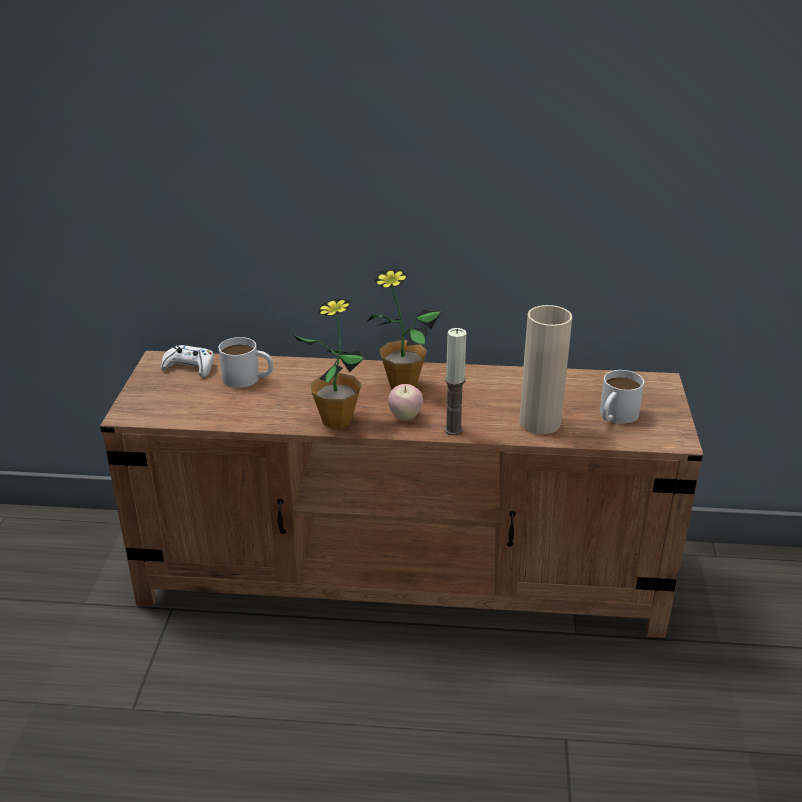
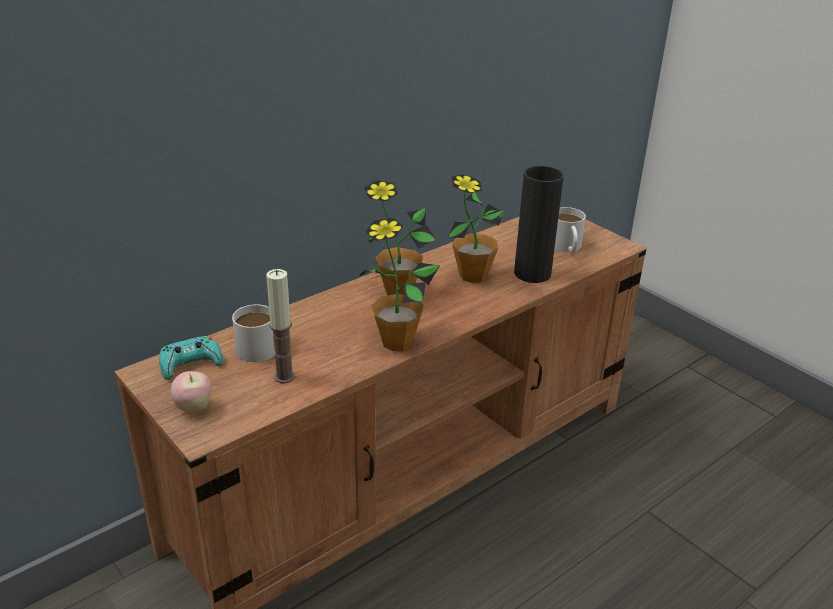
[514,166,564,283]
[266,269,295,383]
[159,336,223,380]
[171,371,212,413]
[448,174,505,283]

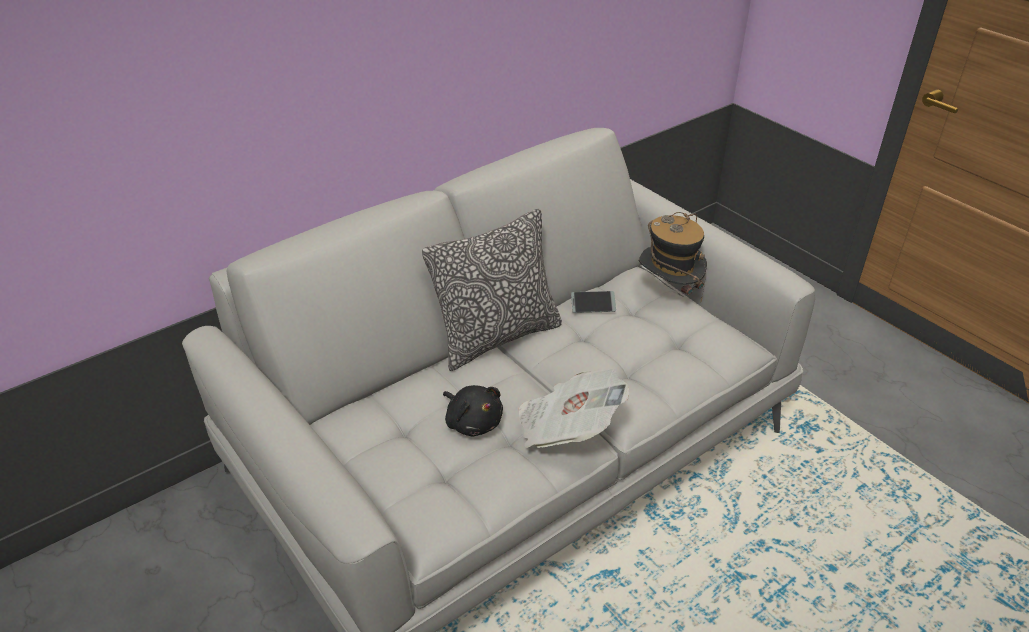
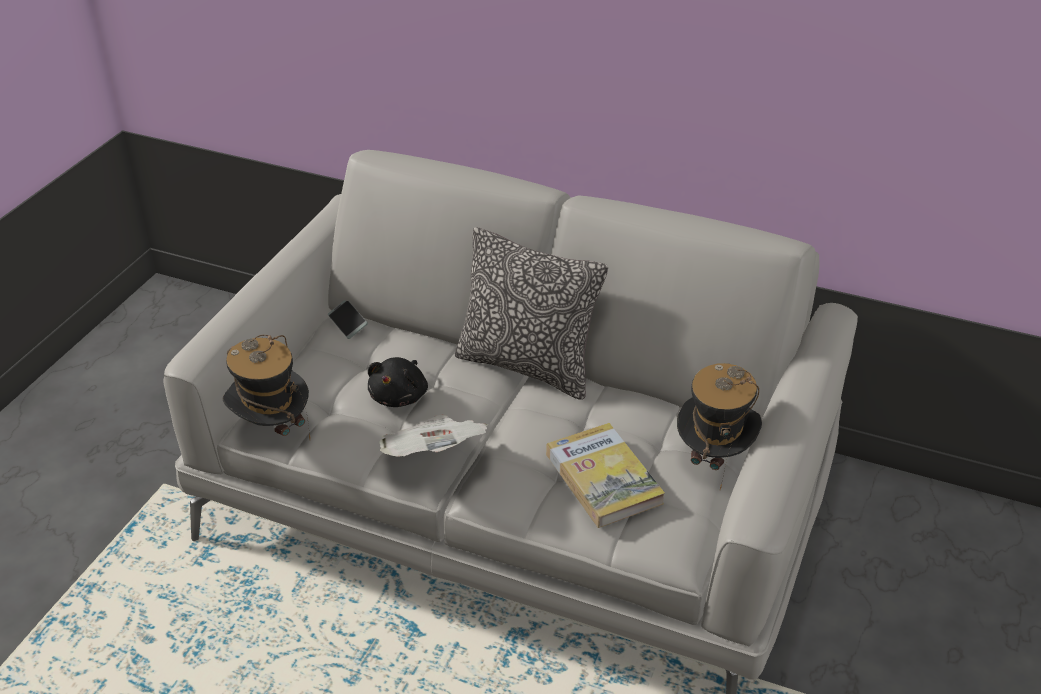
[328,300,368,339]
[223,335,310,439]
[546,423,665,528]

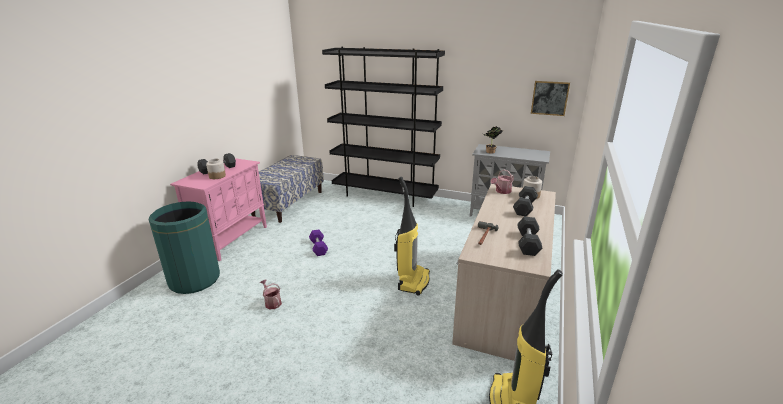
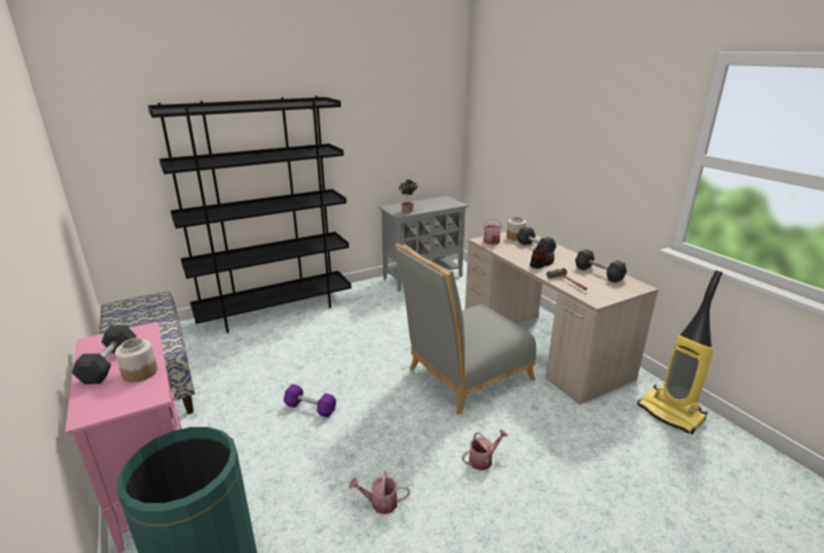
[531,81,570,116] (first image)
[395,243,536,415]
[530,245,555,269]
[462,429,508,471]

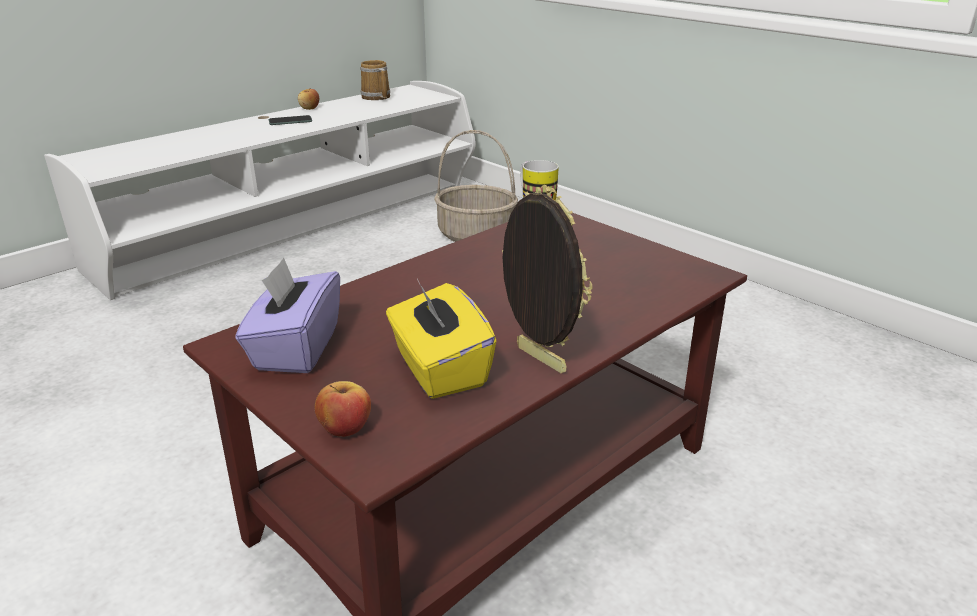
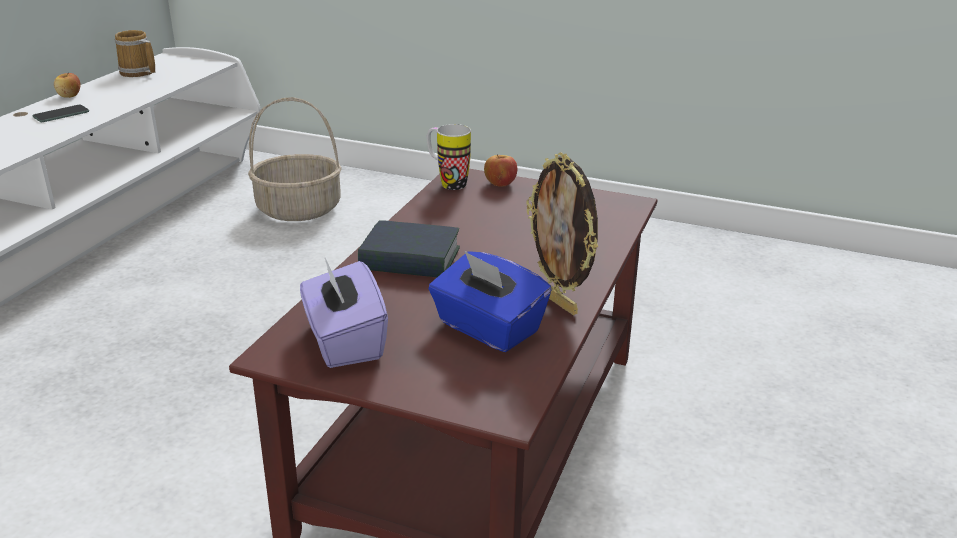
[526,152,598,315]
[429,251,552,352]
[484,154,517,187]
[358,220,460,277]

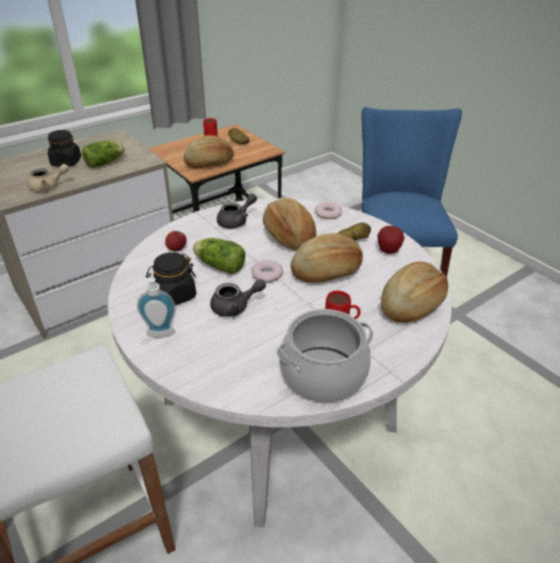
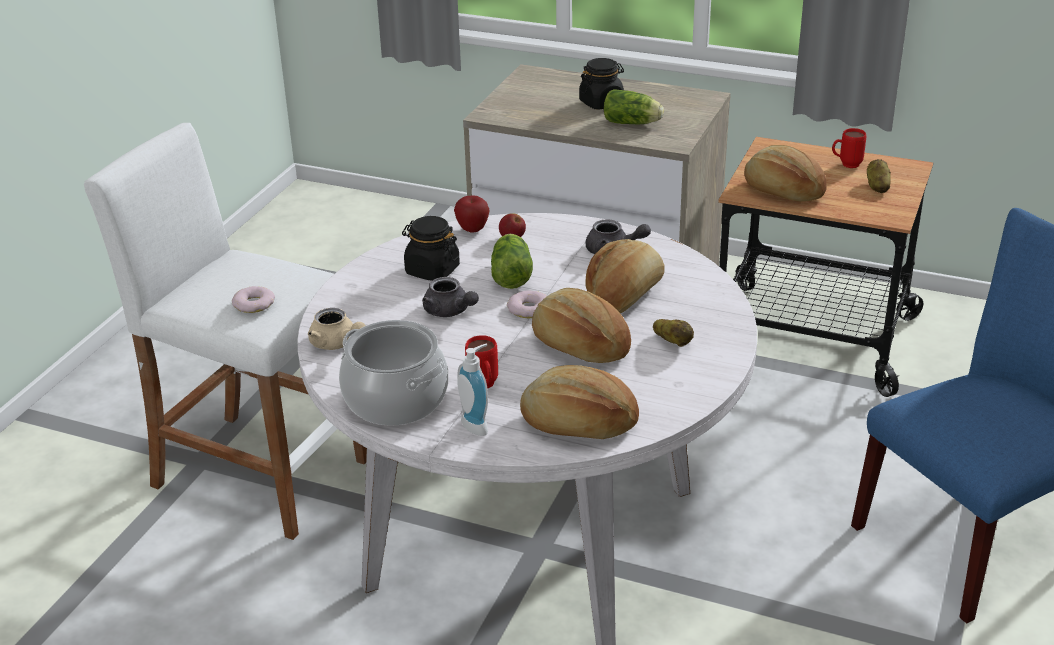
[308,308,366,350]
[232,286,275,313]
[454,196,490,233]
[457,344,488,436]

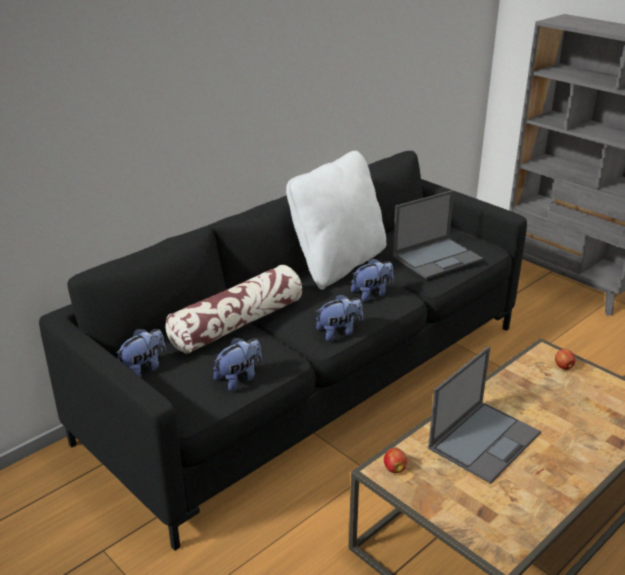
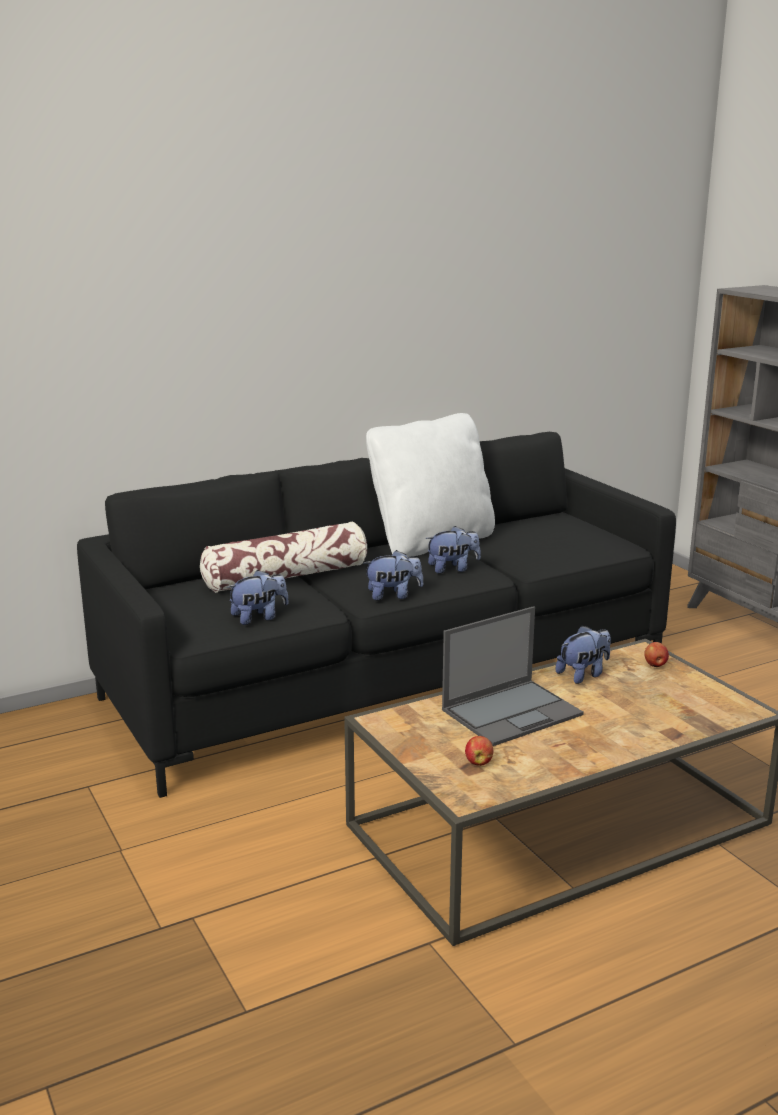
[392,190,483,279] (first image)
[556,625,611,684]
[465,736,494,766]

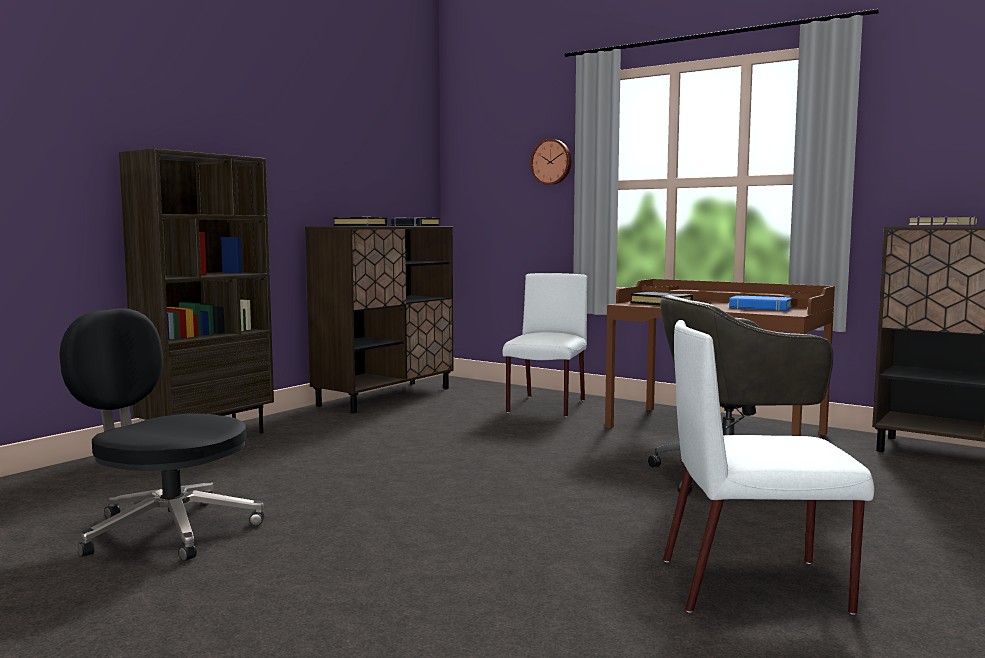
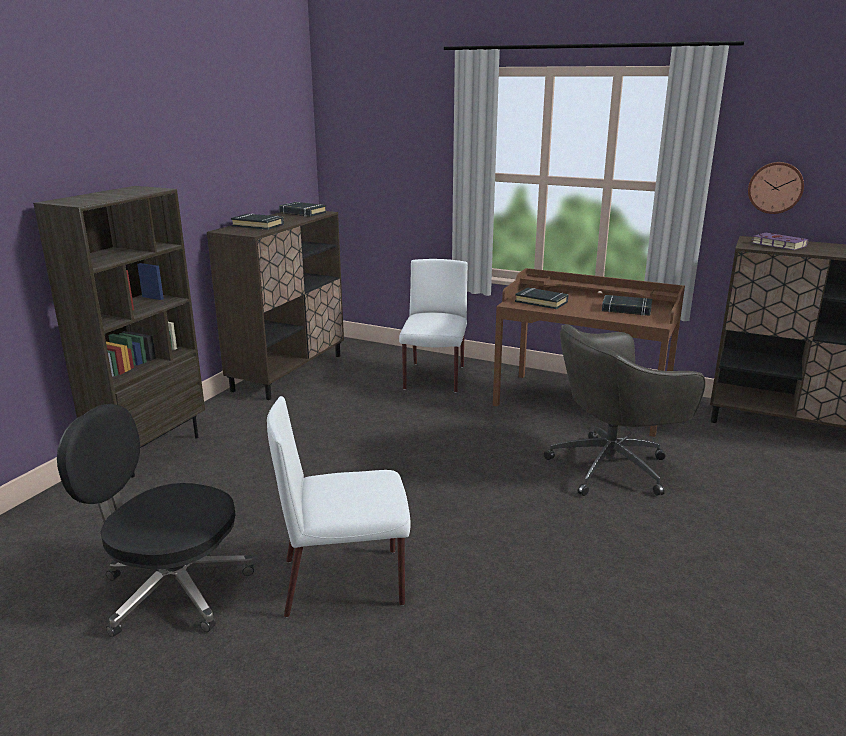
[748,162,804,214]
[602,295,652,316]
[267,396,411,617]

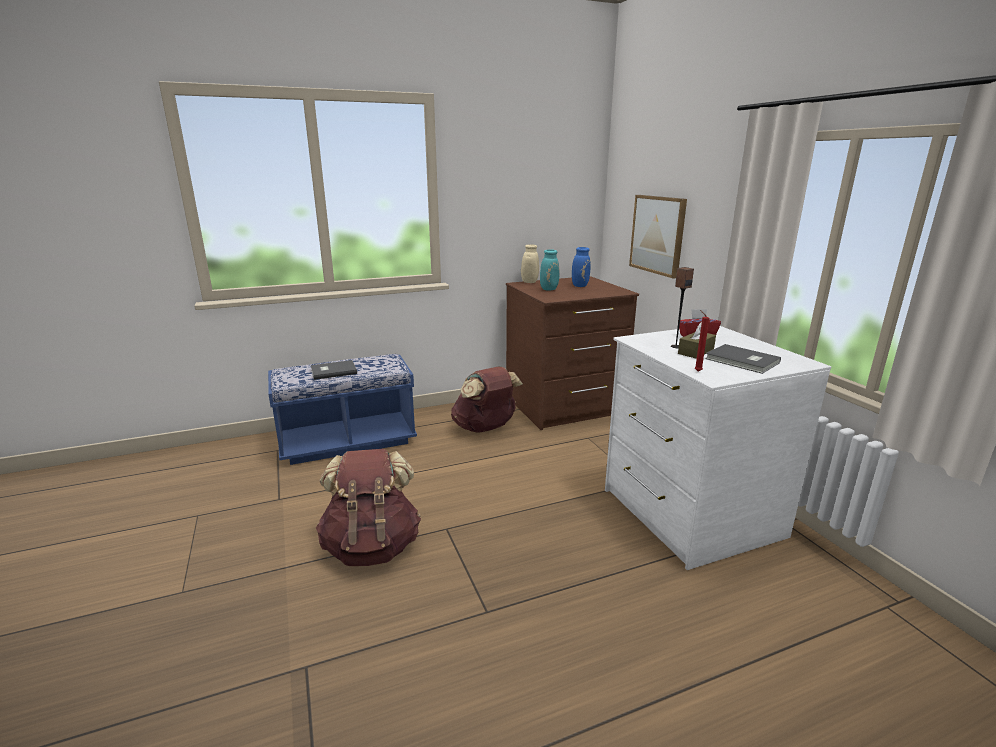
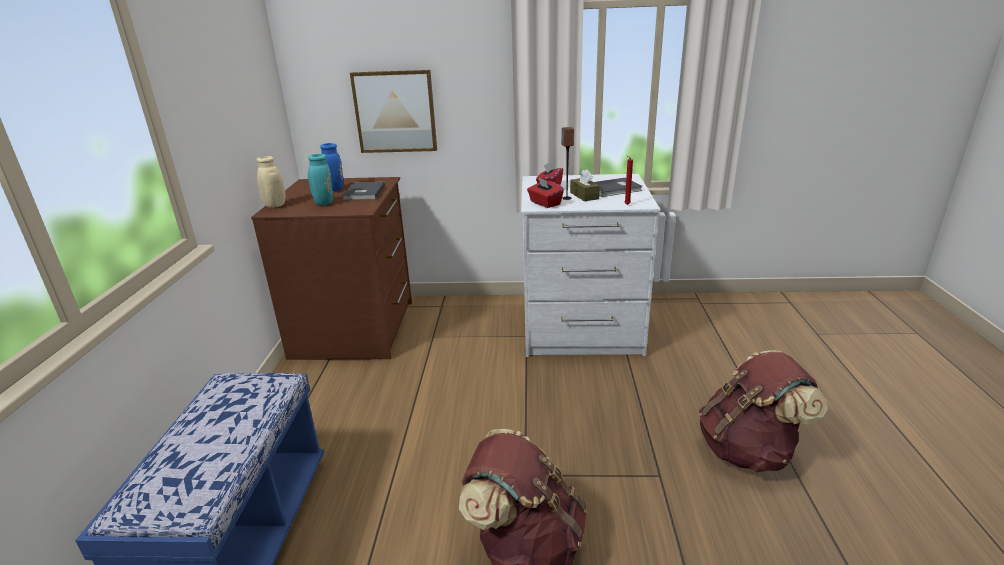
[342,182,385,200]
[699,351,828,472]
[527,177,564,208]

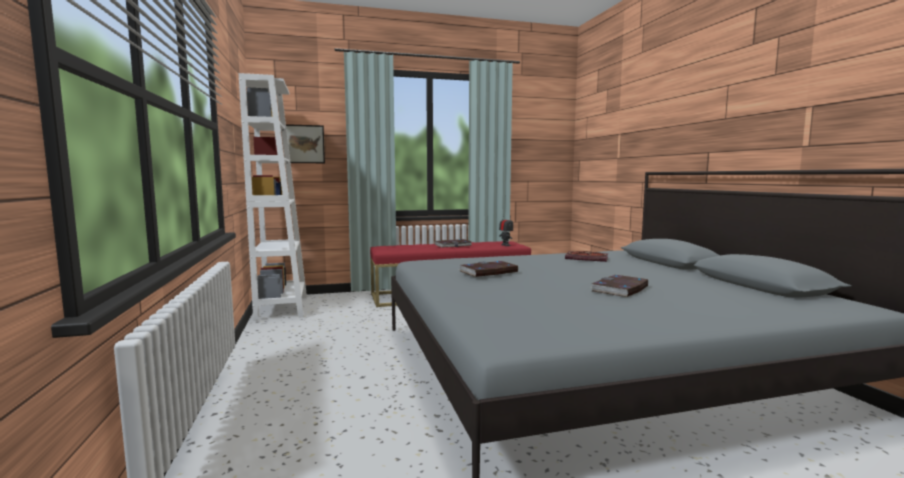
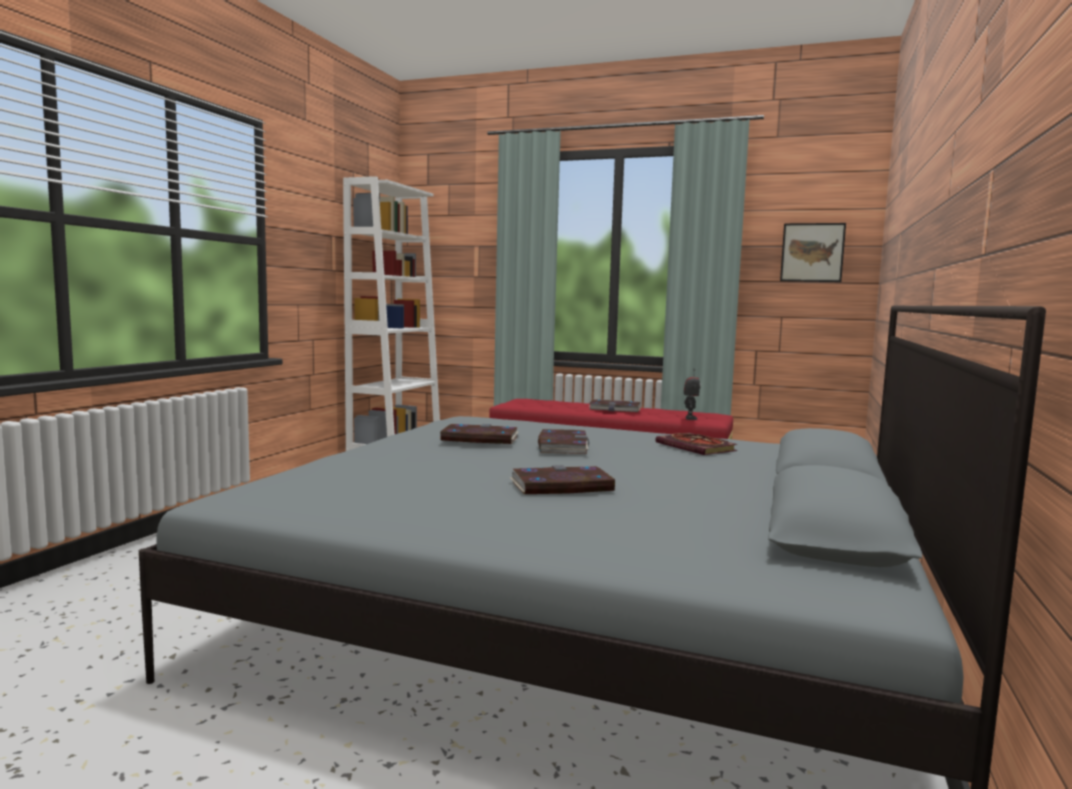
[780,223,846,282]
[538,429,589,454]

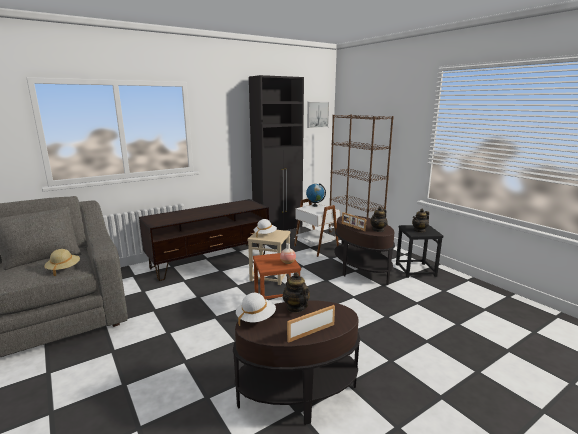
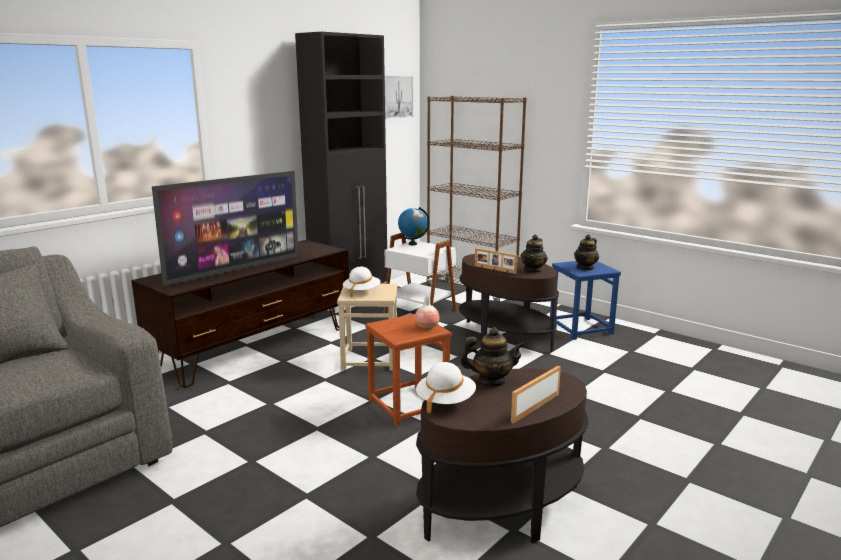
[550,261,621,340]
[44,249,80,276] (first image)
[460,327,525,386]
[152,171,299,286]

